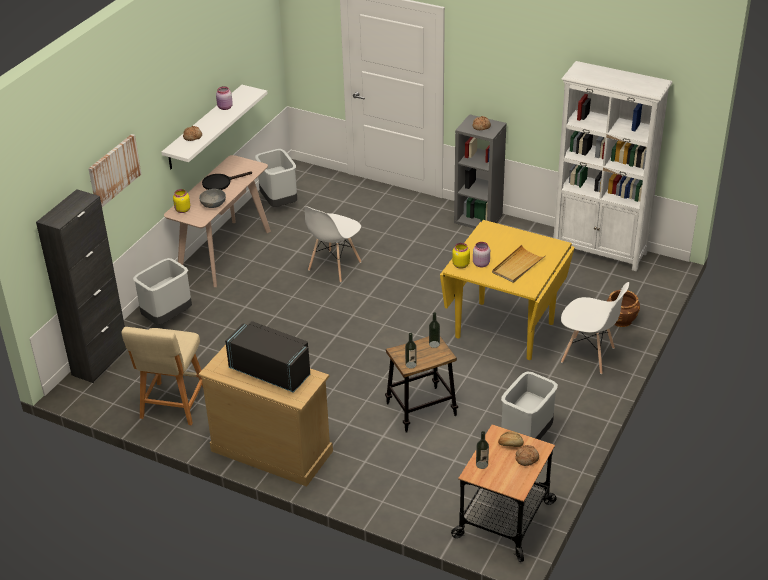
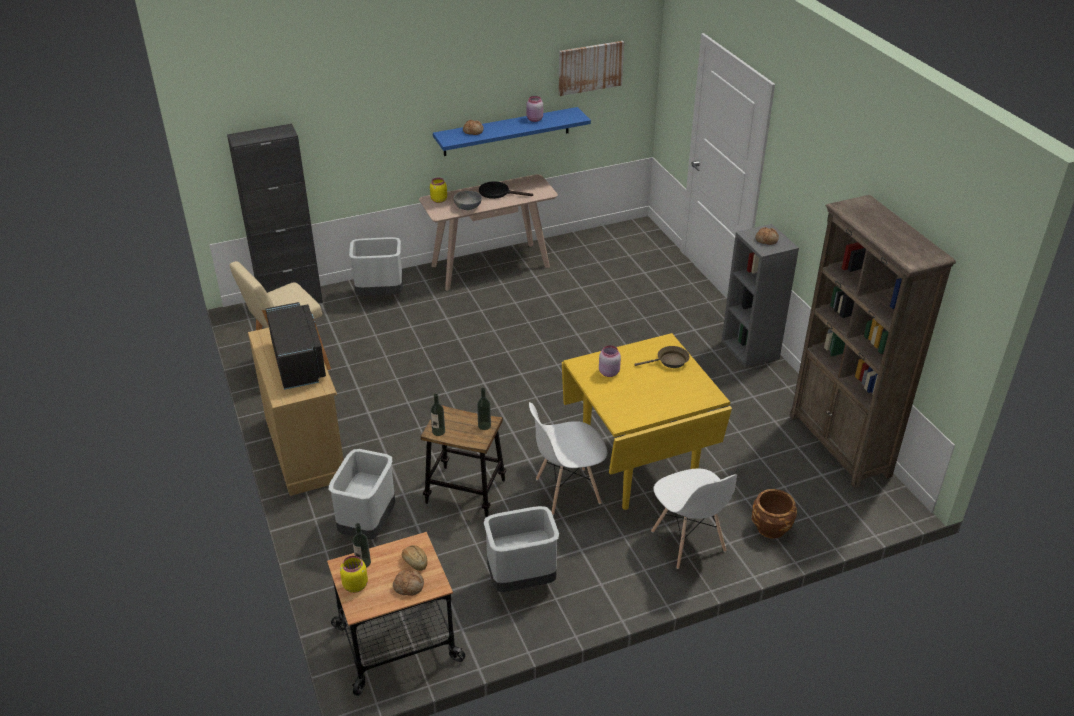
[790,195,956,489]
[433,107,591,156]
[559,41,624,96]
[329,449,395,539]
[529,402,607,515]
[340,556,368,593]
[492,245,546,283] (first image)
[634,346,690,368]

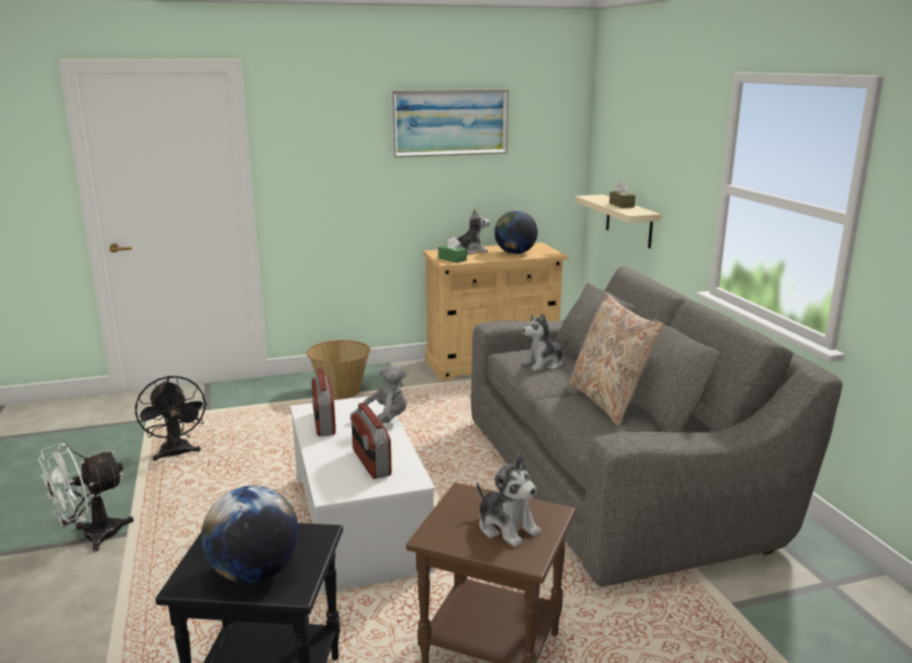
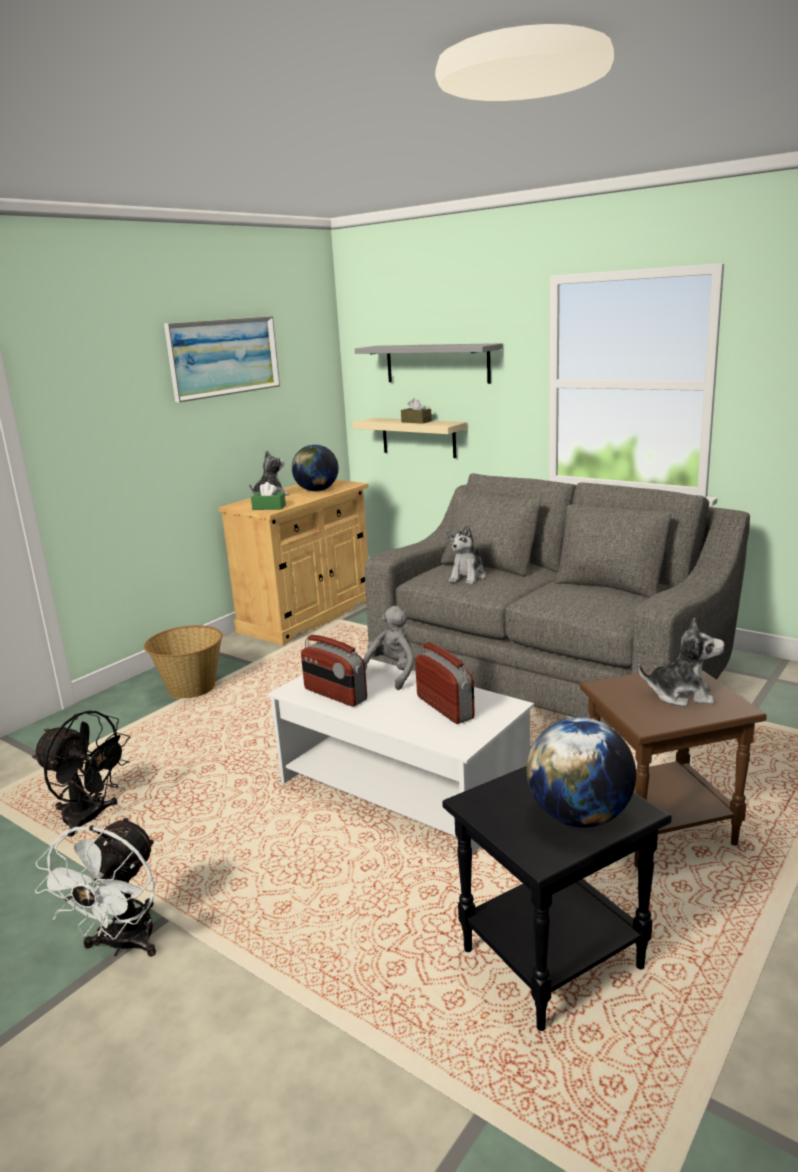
[568,293,664,426] (first image)
[415,642,475,724]
[355,343,503,384]

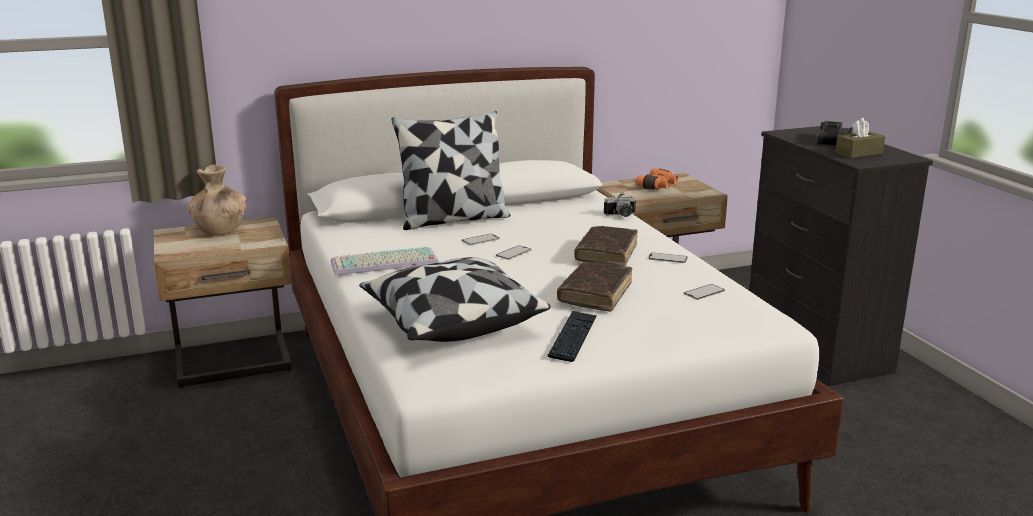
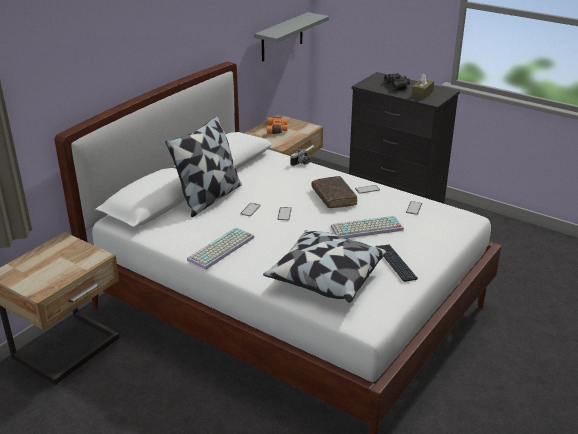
[187,165,246,236] (first image)
[331,216,404,238]
[254,12,329,61]

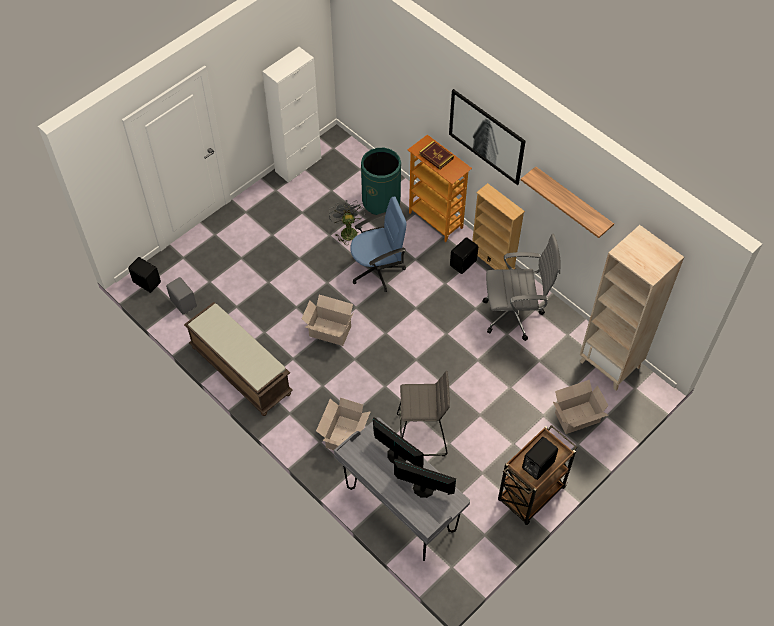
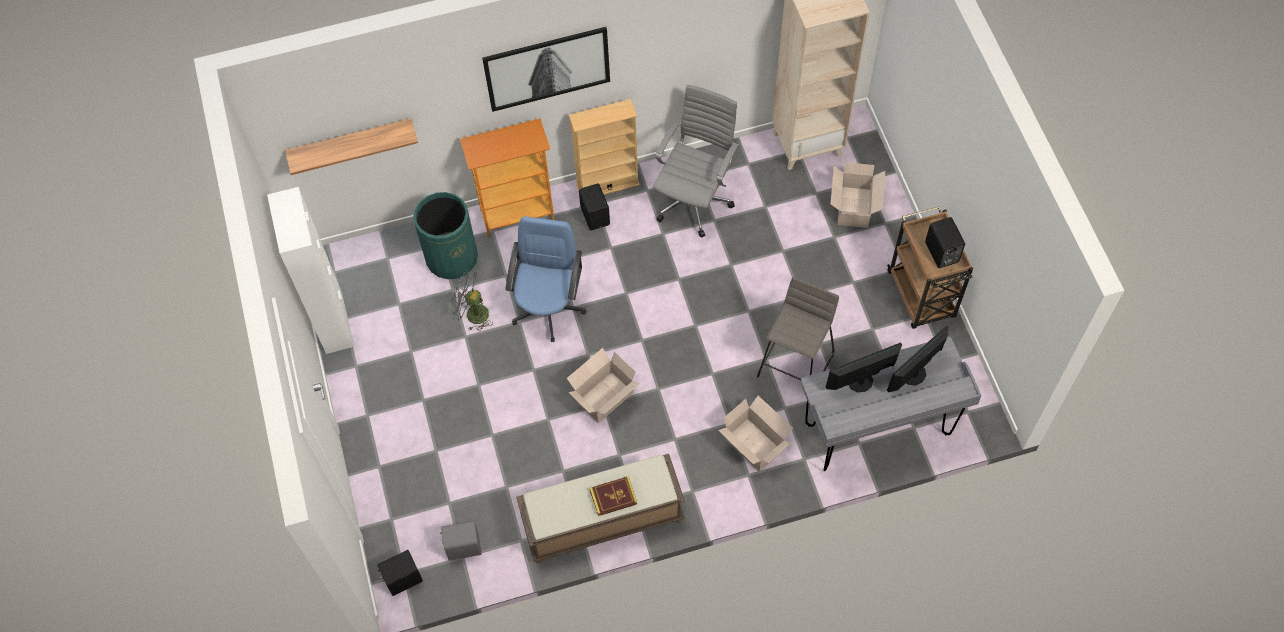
[590,476,637,516]
[285,119,418,175]

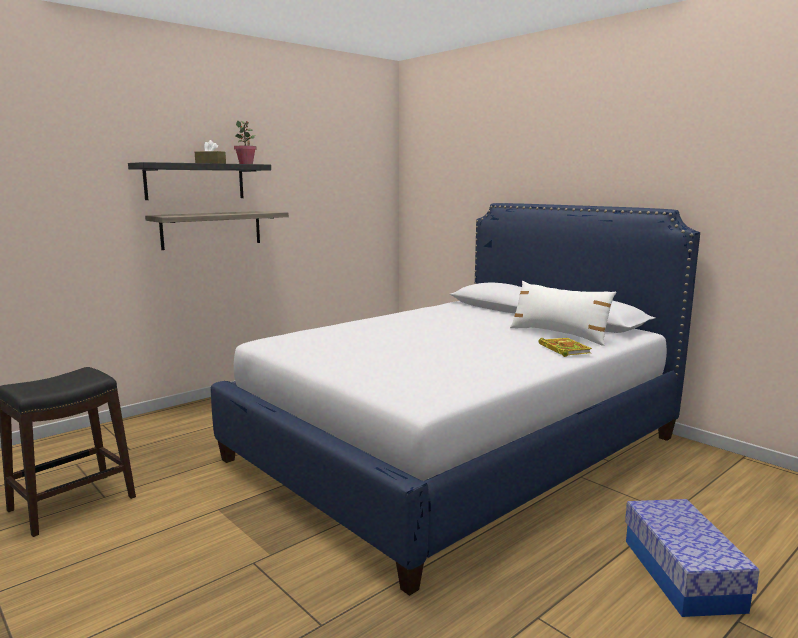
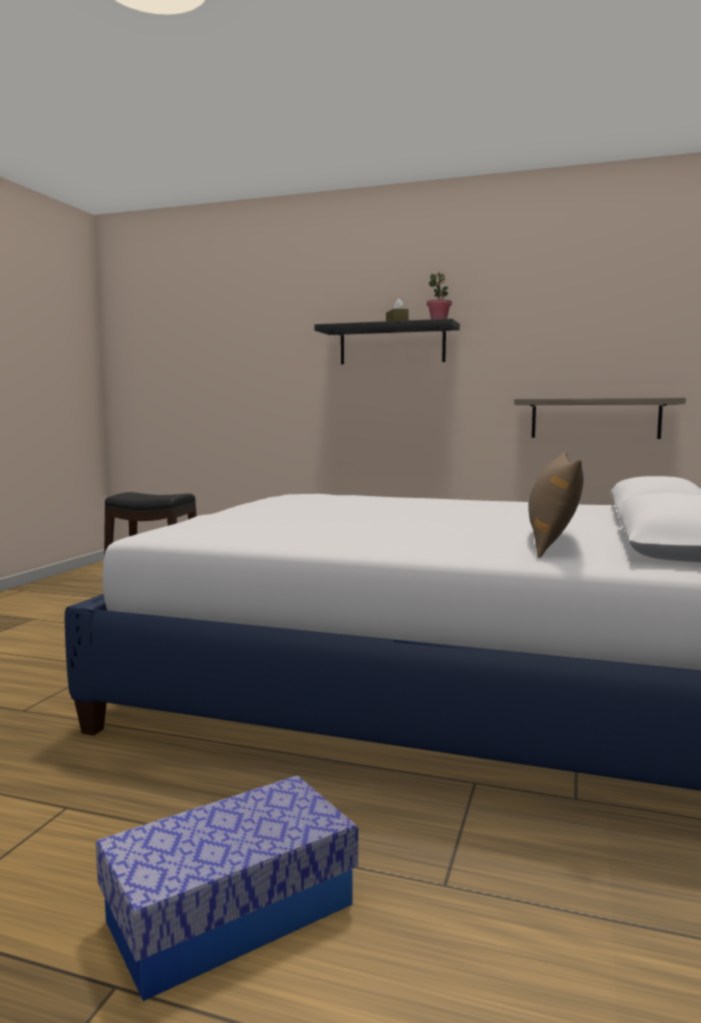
[514,398,686,439]
[528,451,584,558]
[539,338,592,357] (first image)

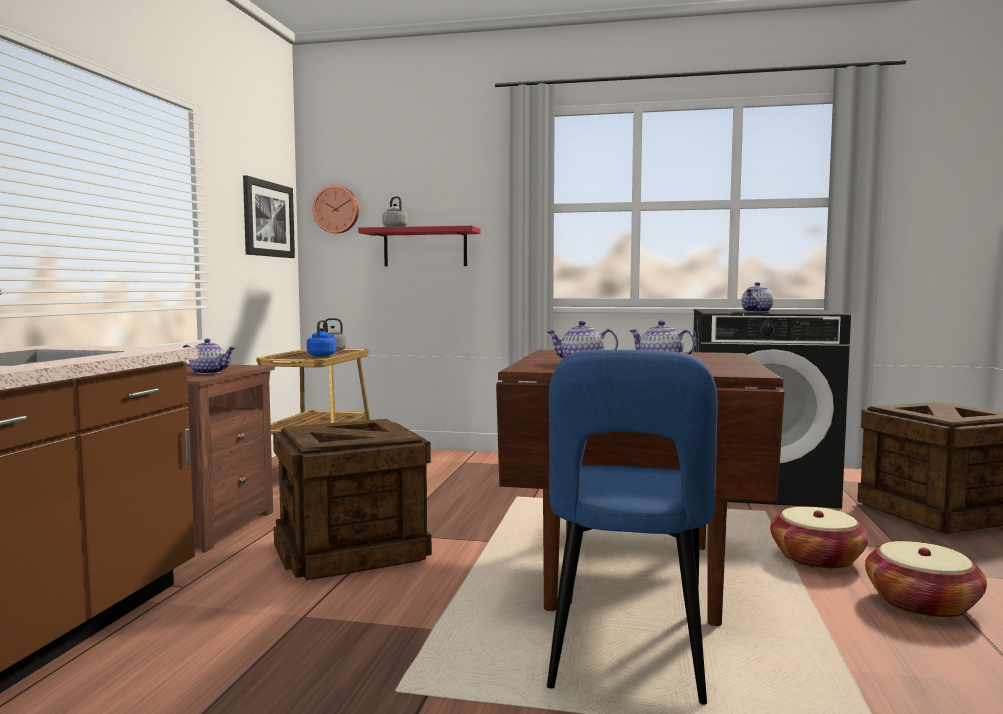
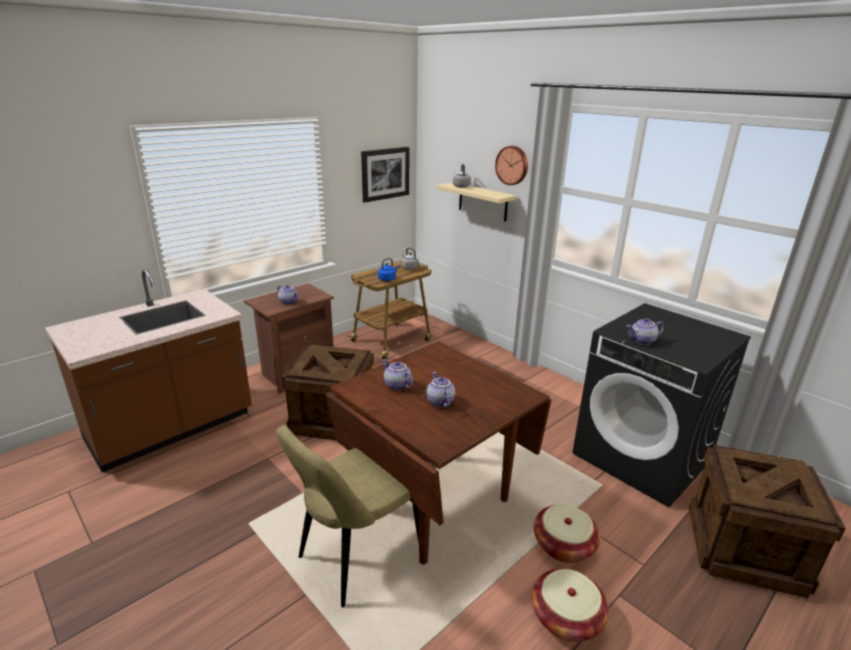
[495,146,528,185]
[437,183,517,221]
[276,425,419,607]

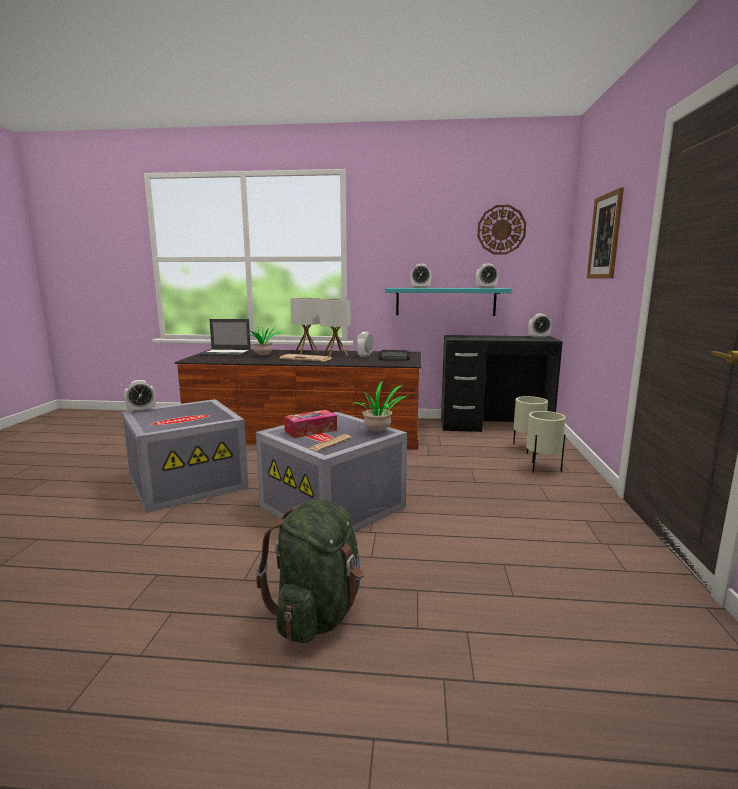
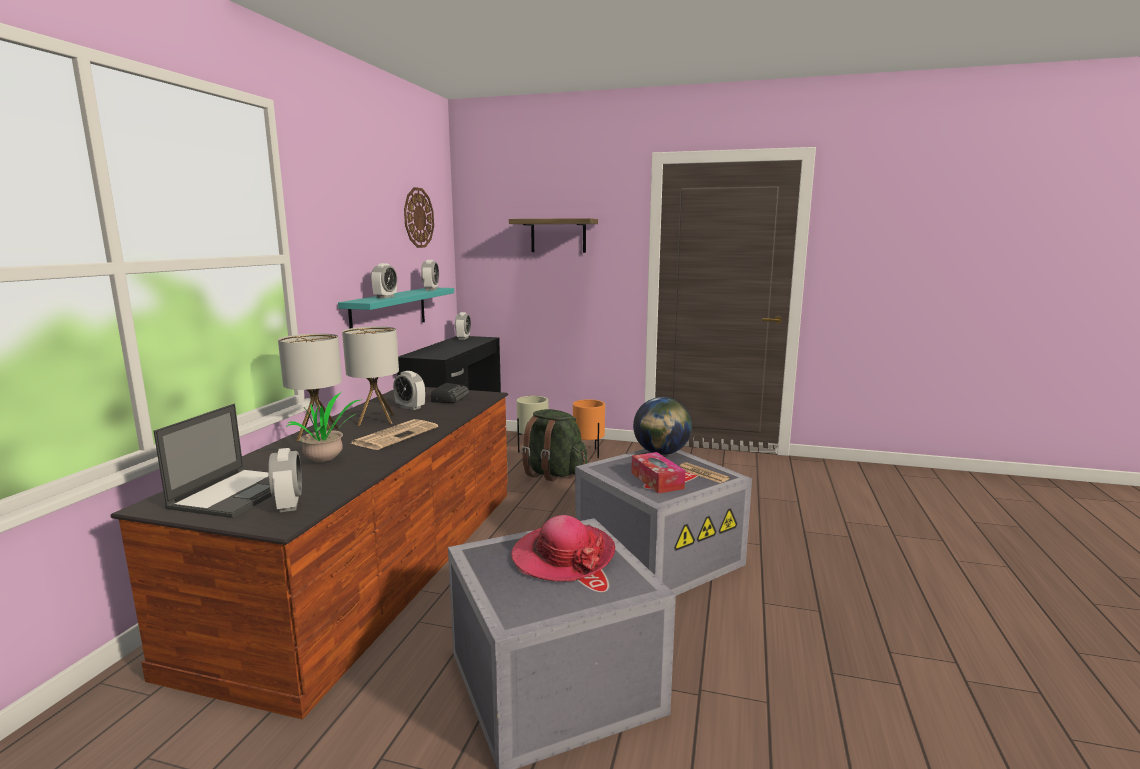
[509,218,598,253]
[268,448,302,512]
[633,397,692,455]
[573,399,605,458]
[521,409,587,481]
[511,515,615,582]

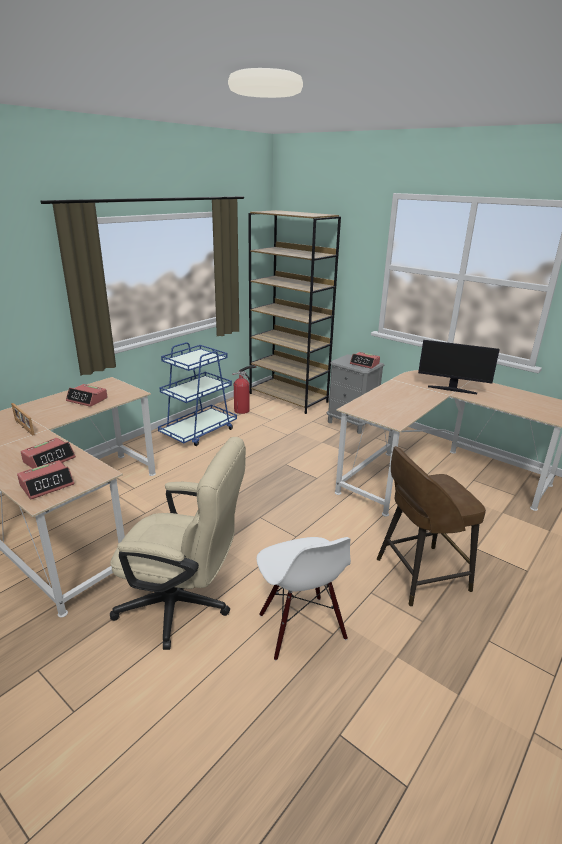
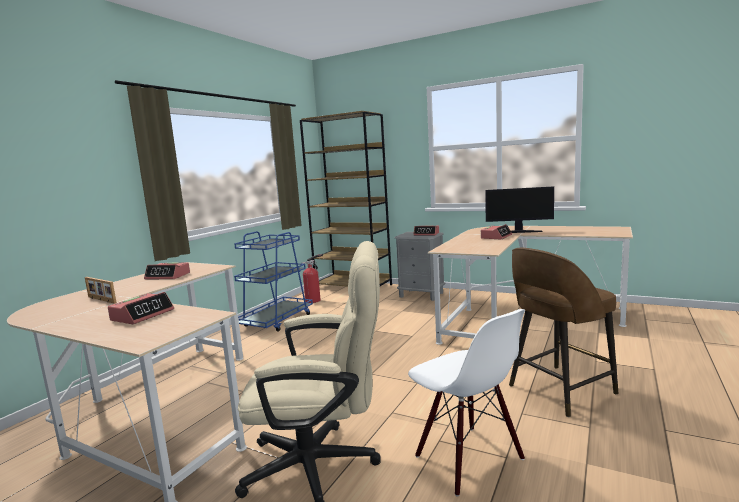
[481,224,512,239]

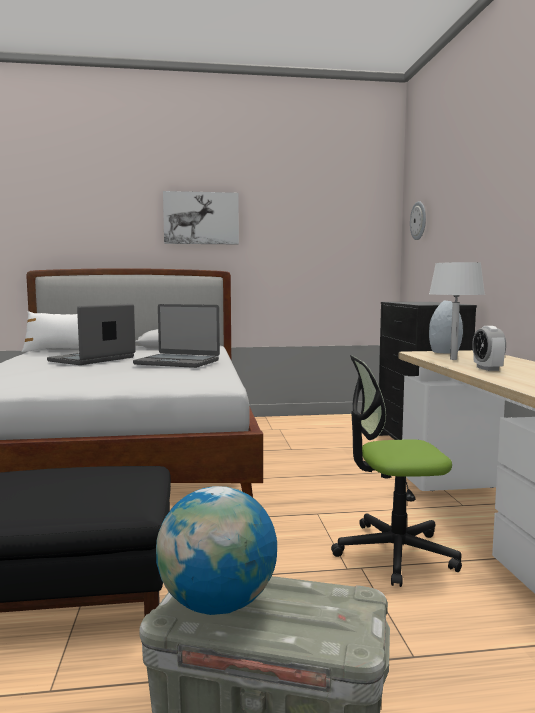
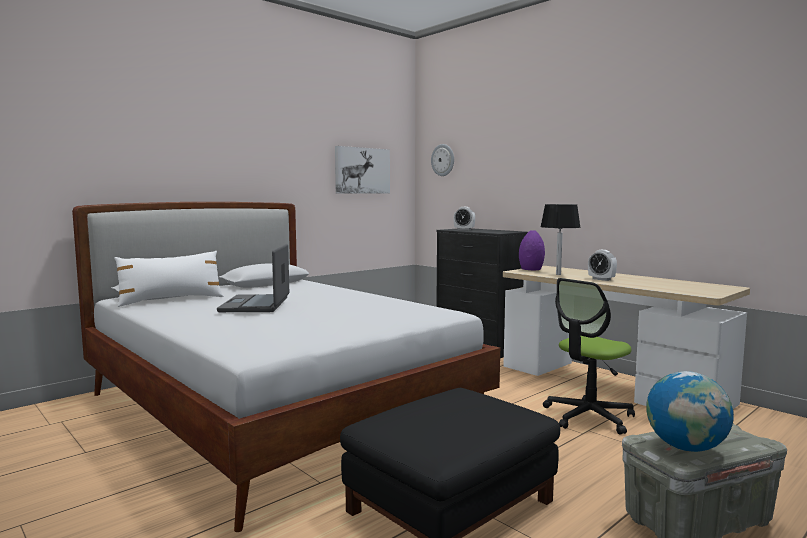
[335,146,390,194]
[540,204,581,275]
[519,230,545,270]
[133,304,220,368] (first image)
[453,207,475,230]

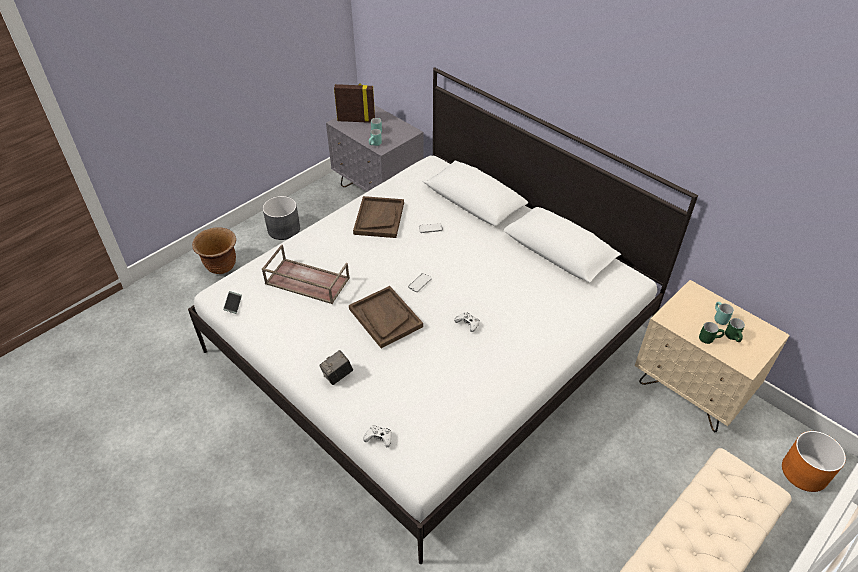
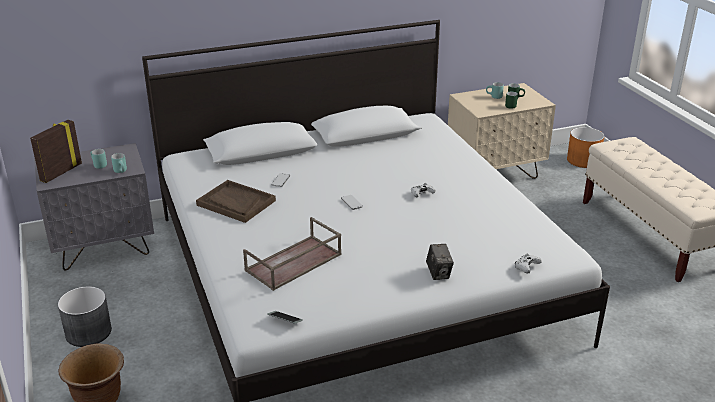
[349,286,423,348] (first image)

